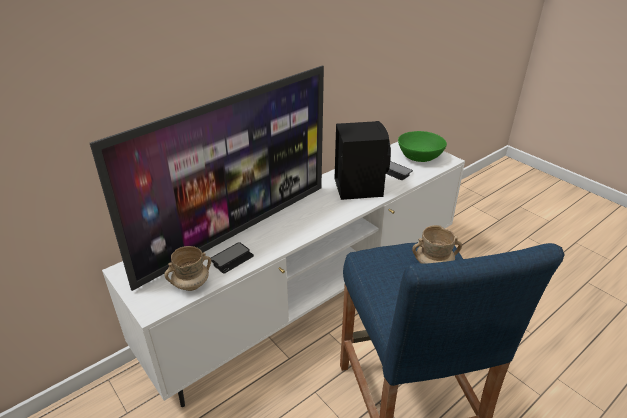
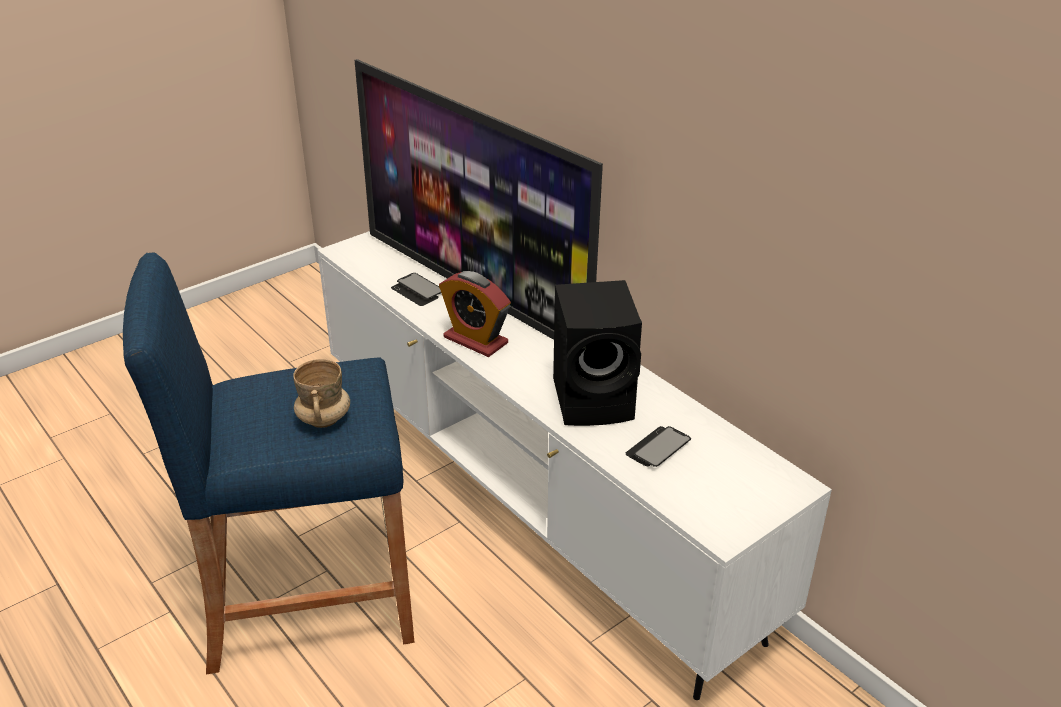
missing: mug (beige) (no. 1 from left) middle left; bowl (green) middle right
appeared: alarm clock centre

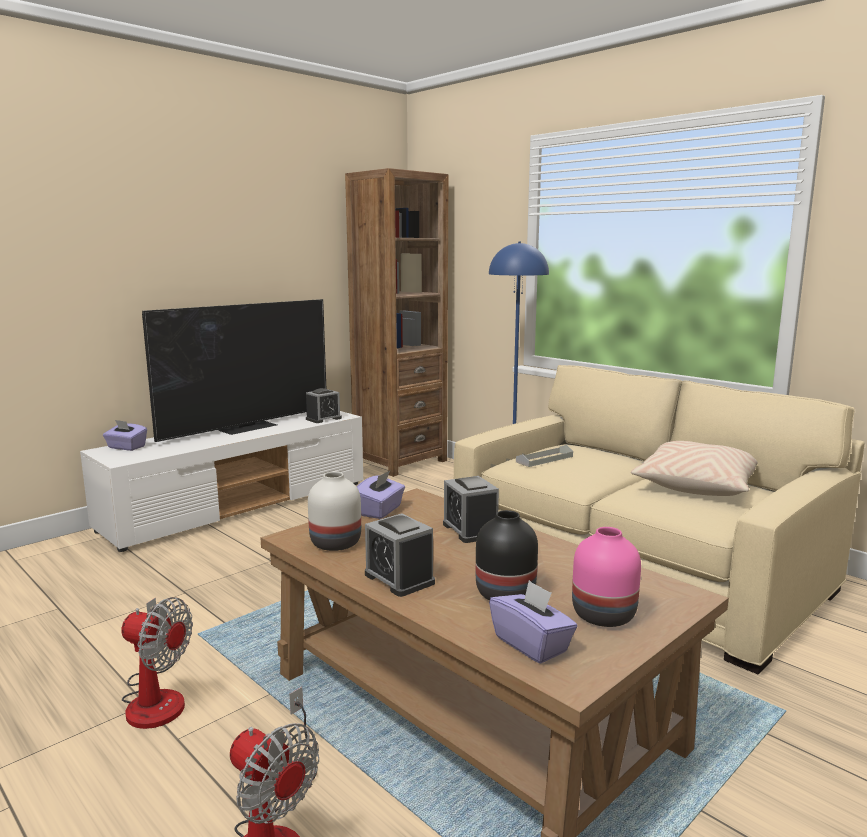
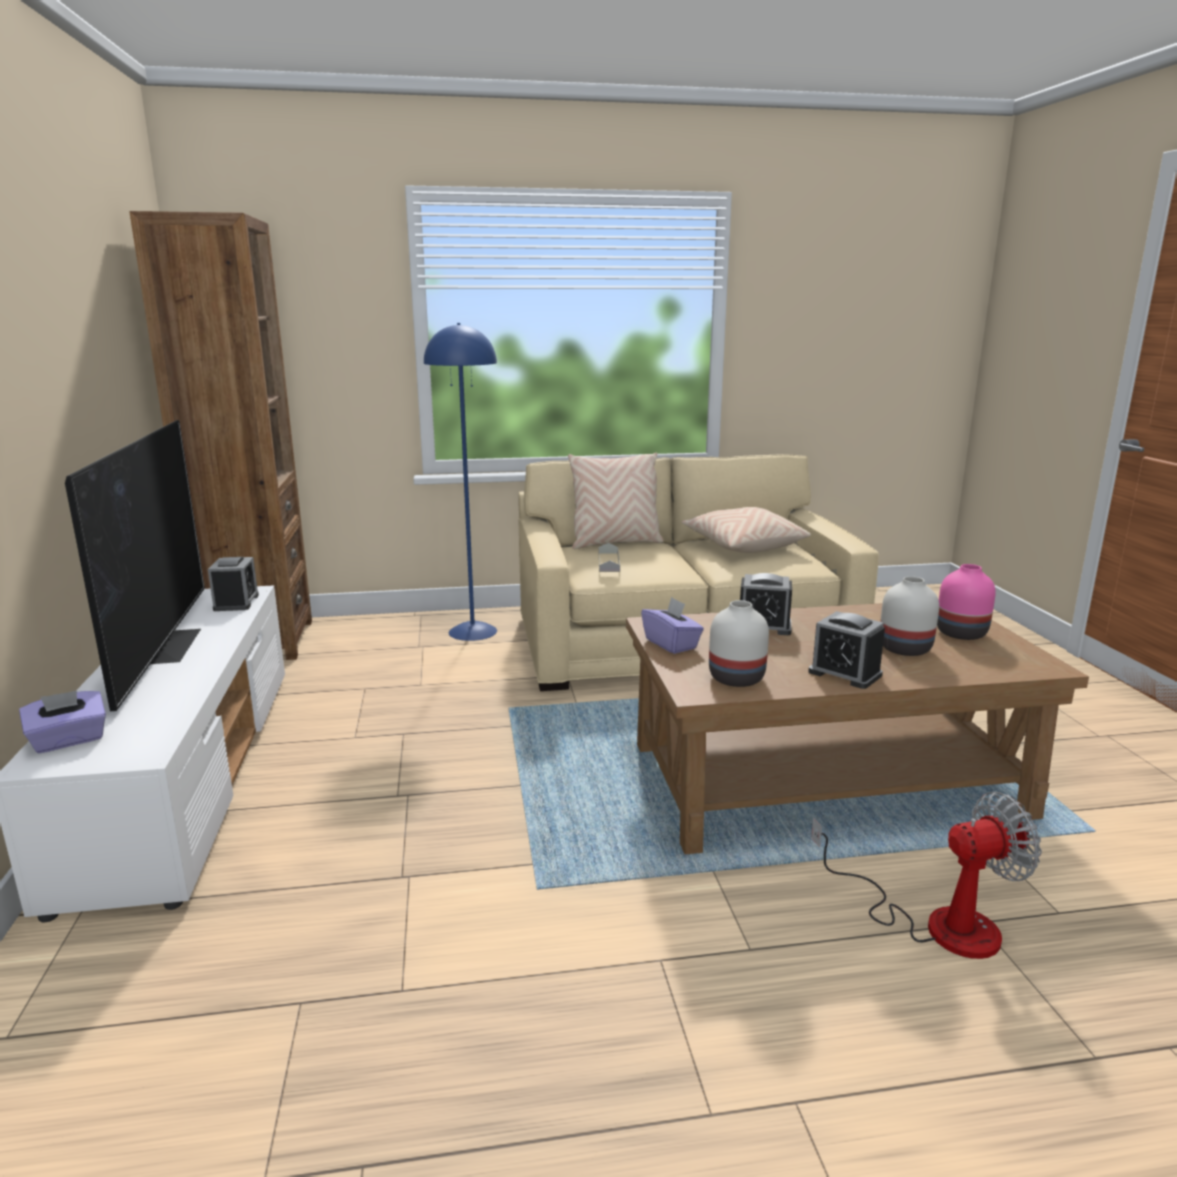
missing: fan (no. 1 from left) bottom left; tissue box (purple) (no. 3 from left) bottom centre
appeared: pillow (beige) (no. 1 from left) centre
colour: vase (black) centre to vase (white) (no. 2 from left) middle right
spun: alarm clock (no. 2 from left in the first image) centre = middle right 45 degrees clockwise

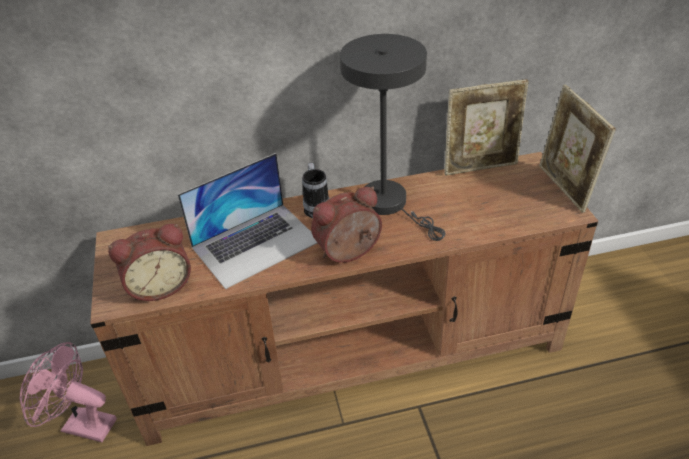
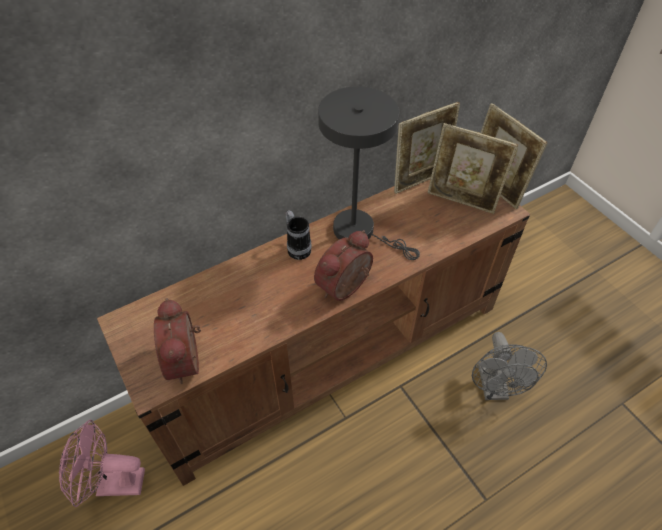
missing: laptop centre
appeared: picture frame (no. 2 from left) top right; fan (grey) bottom right
spun: alarm clock (no. 1 from left) middle left = middle left 120 degrees clockwise

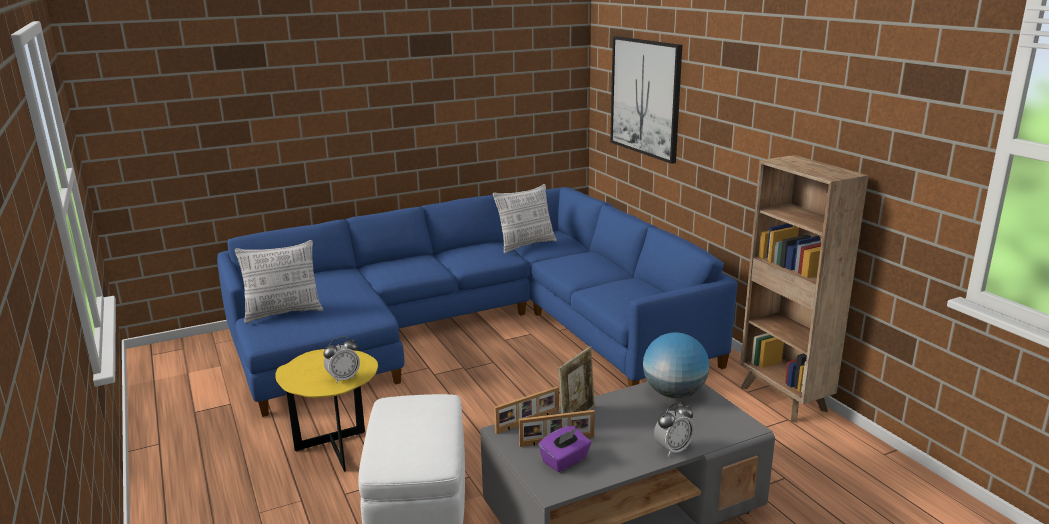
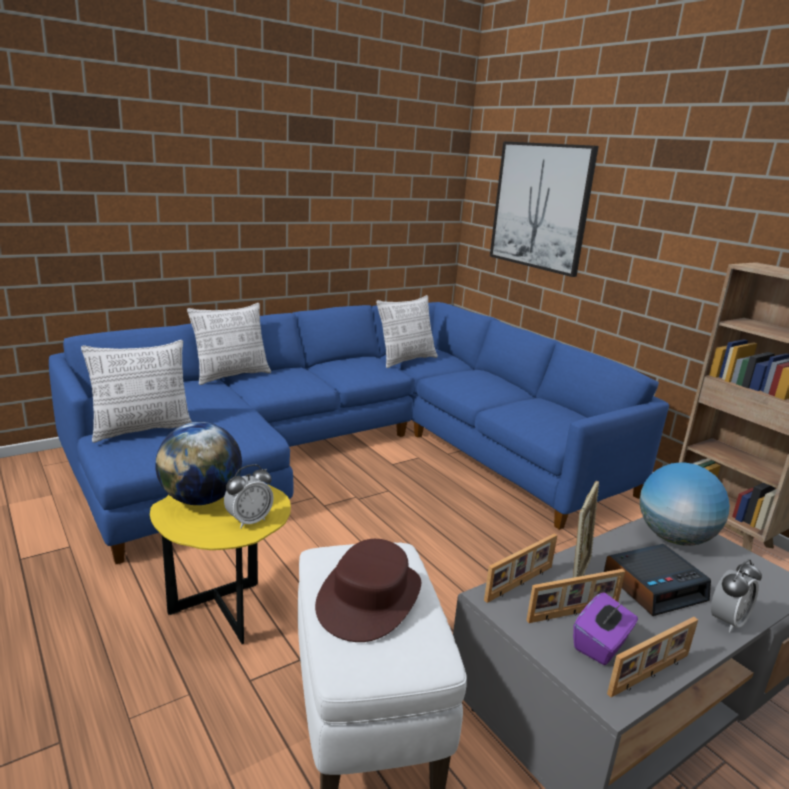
appeared: globe (no. 1 from left) middle left; pillow (no. 2 from left) middle left; hat (brown) bottom centre; alarm clock (no. 2 from left) bottom right; picture frame (no. 4 from left) bottom right

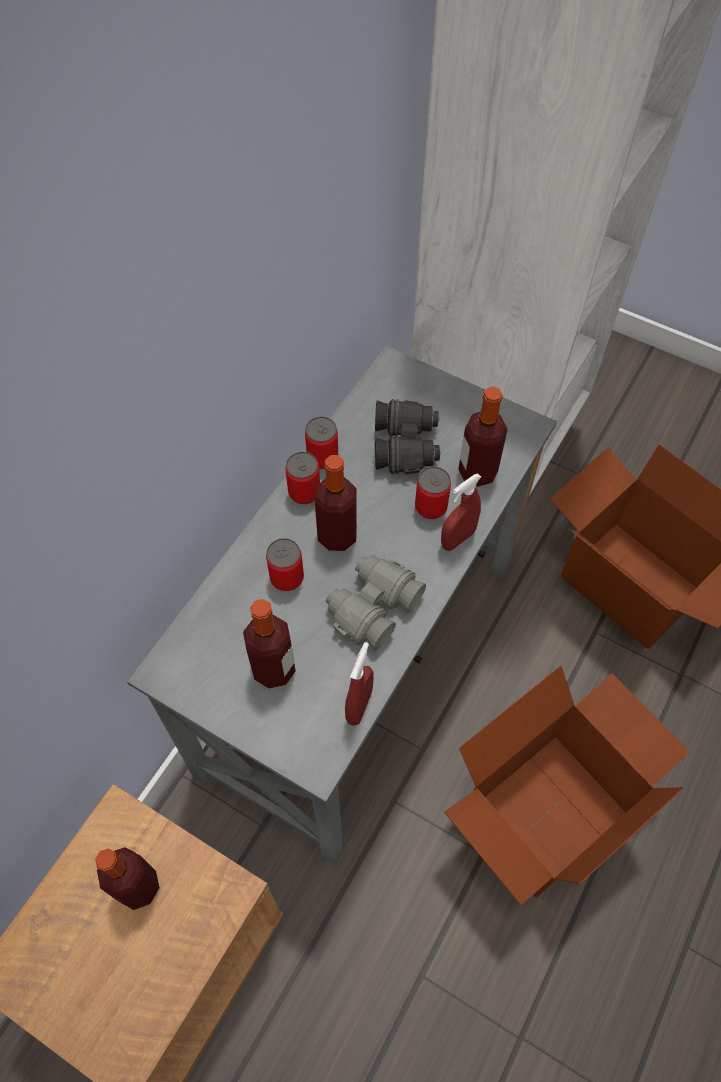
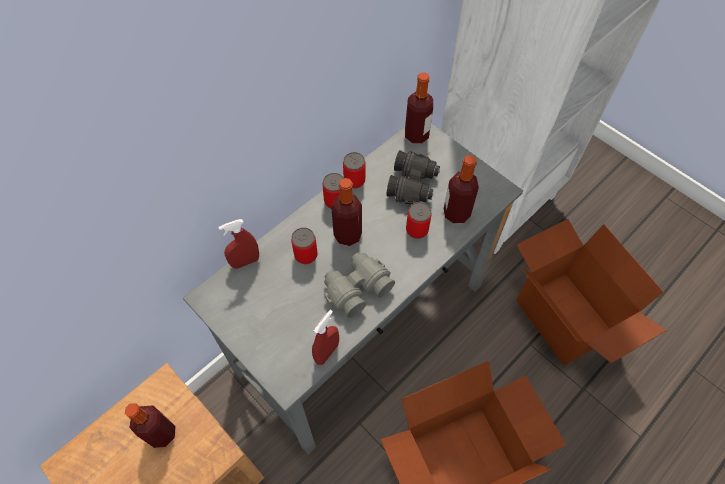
relocated: bottle (no. 2 from left in the first image) centre to bottle (no. 3 from left) top centre; spray bottle (red) (no. 2 from left in the first image) centre to spray bottle (red) (no. 1 from left) middle left

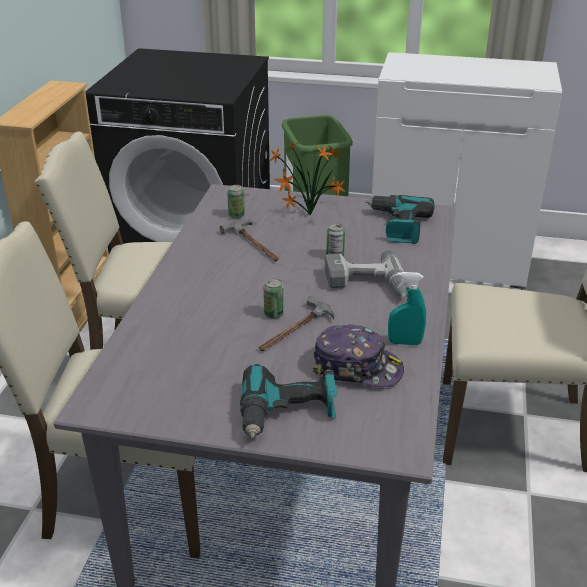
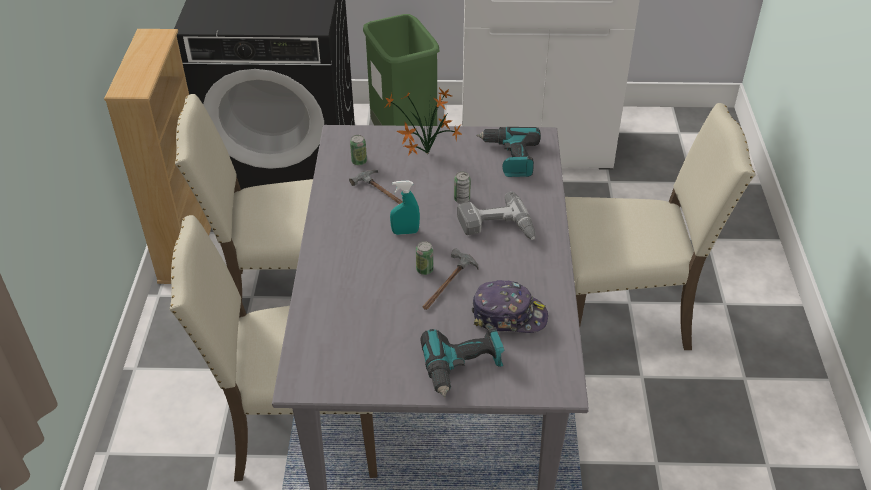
relocated: spray bottle (turquoise) middle right to centre

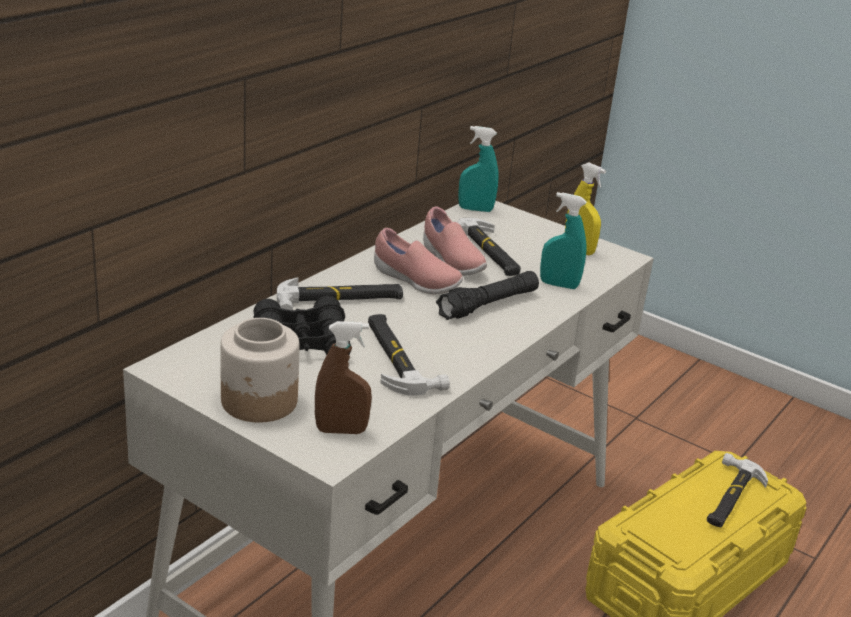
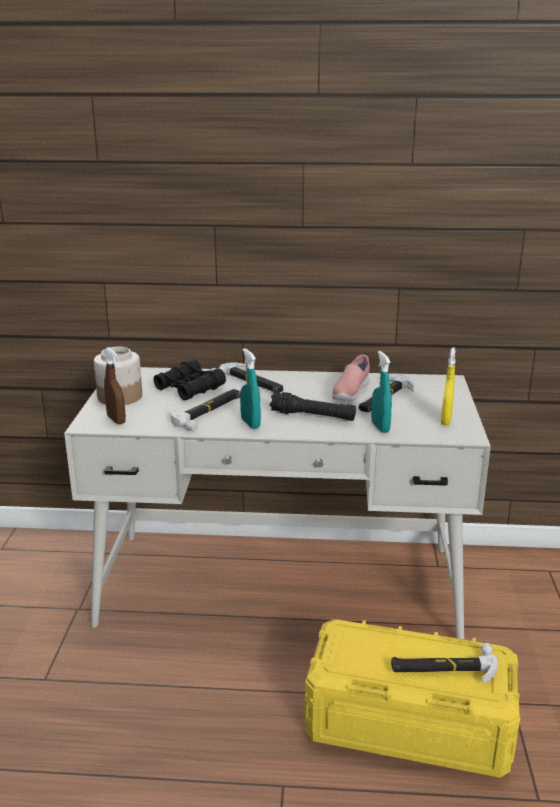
missing: shoe (pink) (no. 1 from left) centre
relocated: spray bottle (turquoise) (no. 1 from left) top centre to centre

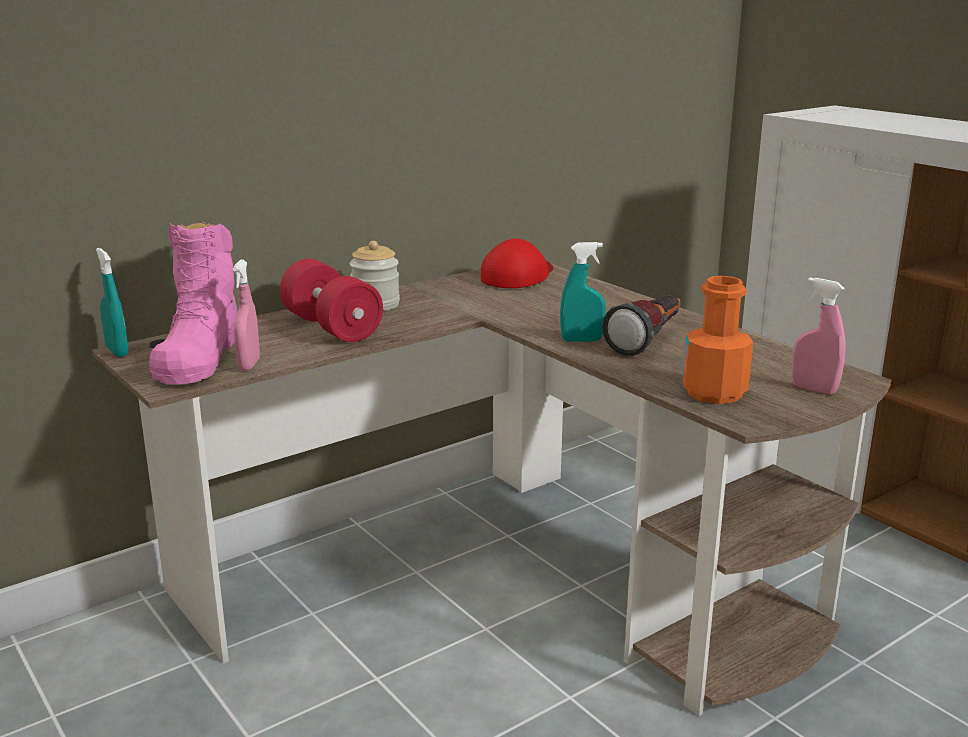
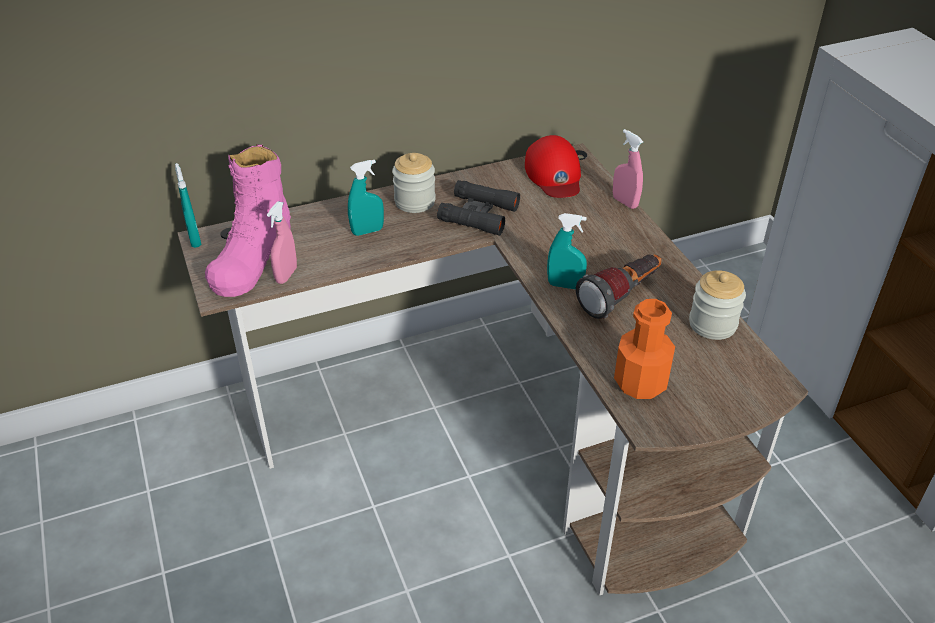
appeared: binoculars (black) centre; jar (no. 2 from left) middle right
relocated: spray bottle (pink) (no. 2 from left) middle right to top right
exchanged: dumbbell (red) centre to spray bottle (turquoise) (no. 2 from left) top centre
spun: cap (red) centre = top centre 120 degrees clockwise

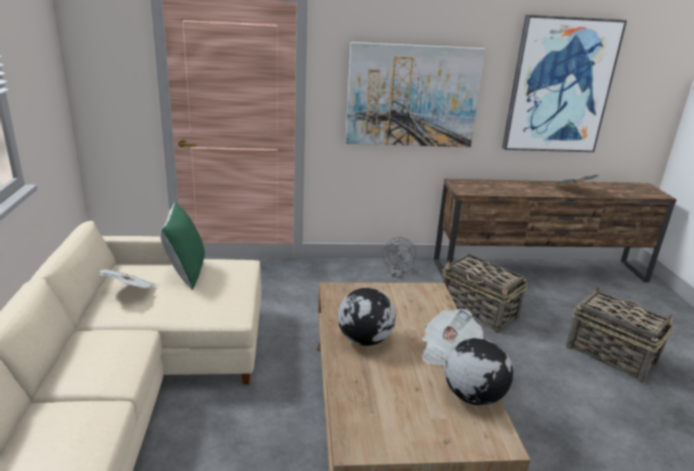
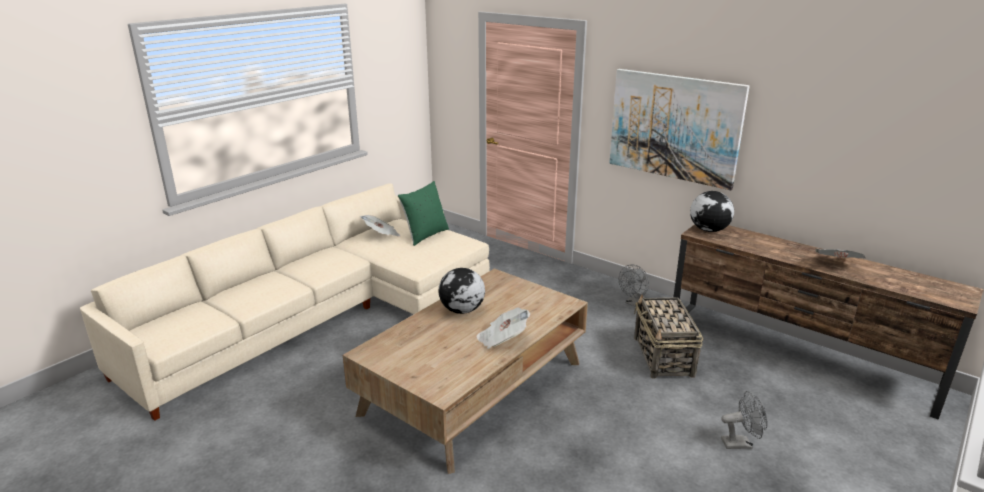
missing: picture (no. 2 from left) top right
relocated: globe (no. 2 from left) bottom right to middle right
exchanged: basket (no. 2 from left) bottom right to fan (grey) (no. 2 from left) bottom right

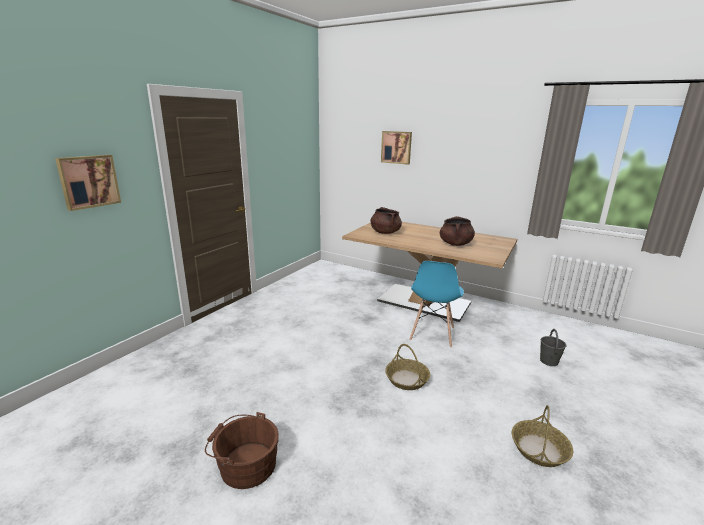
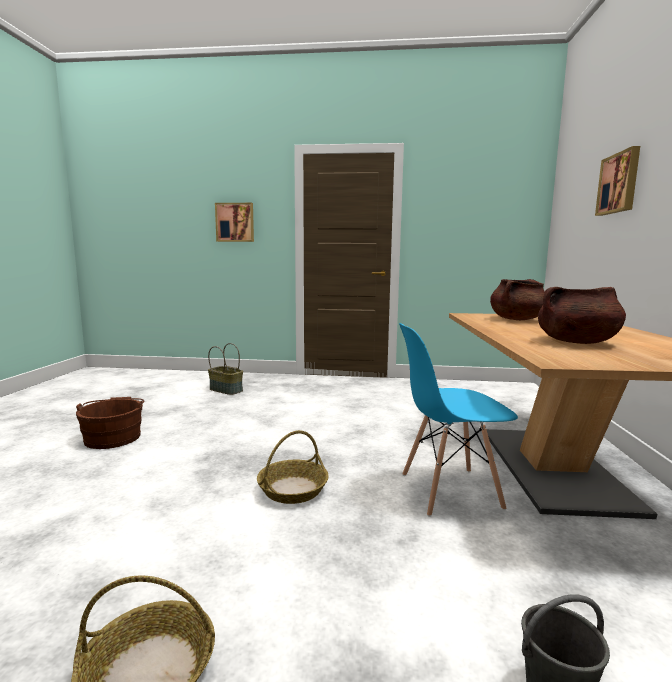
appeared: basket (no. 2 from left) centre

